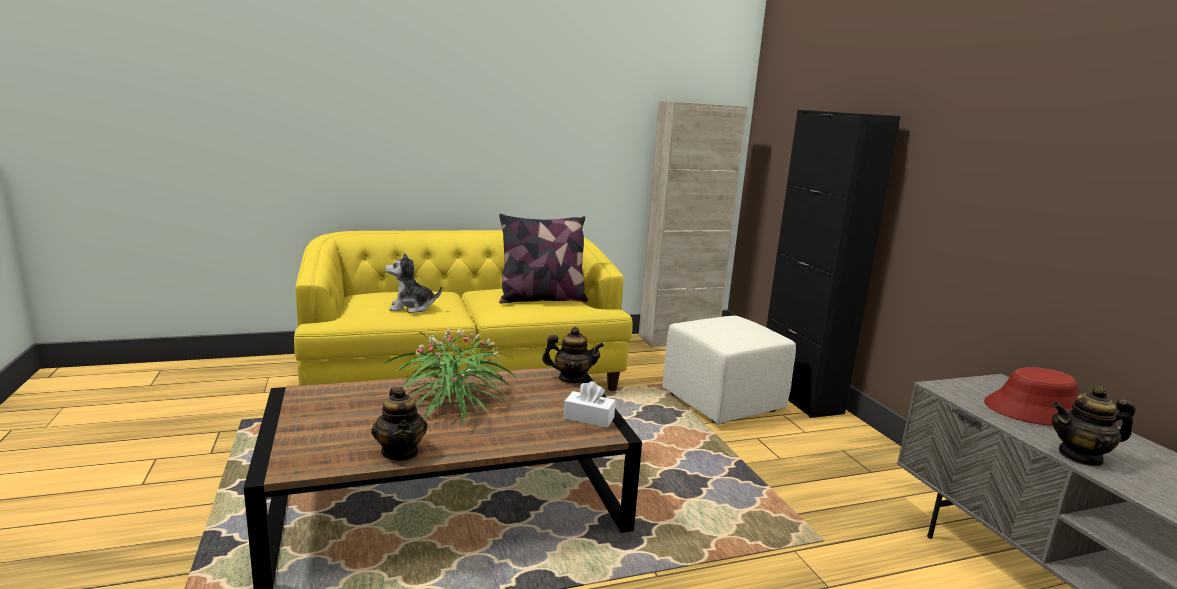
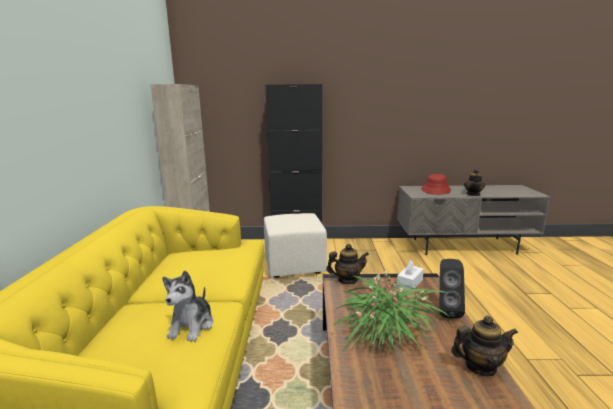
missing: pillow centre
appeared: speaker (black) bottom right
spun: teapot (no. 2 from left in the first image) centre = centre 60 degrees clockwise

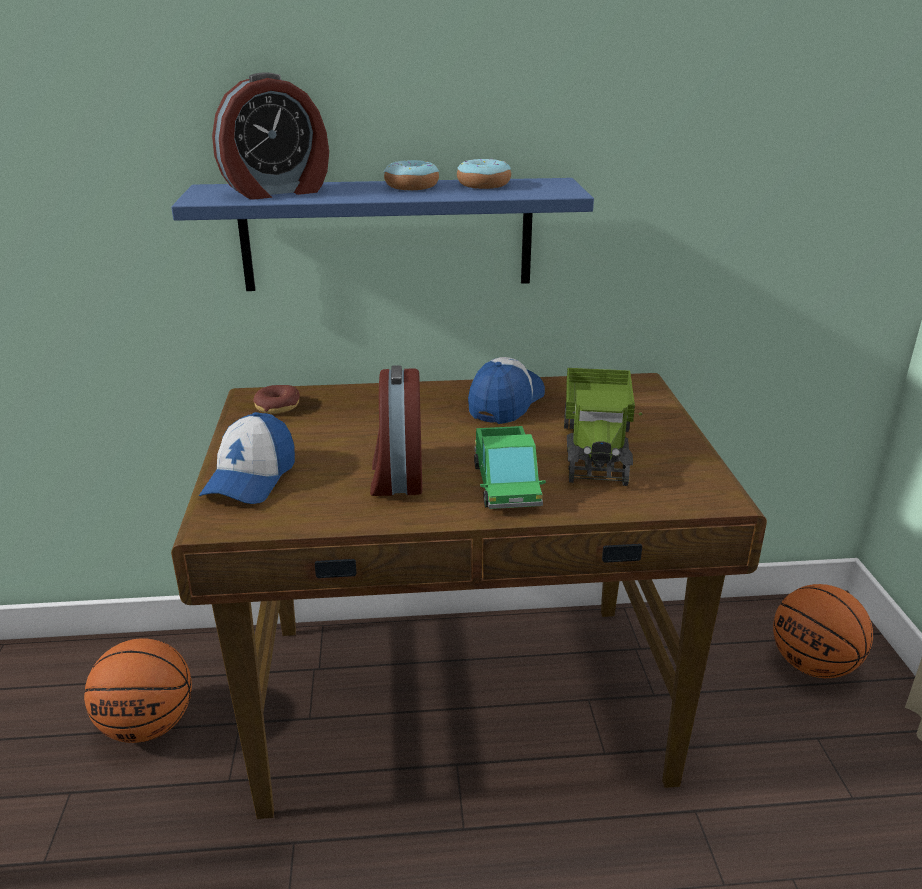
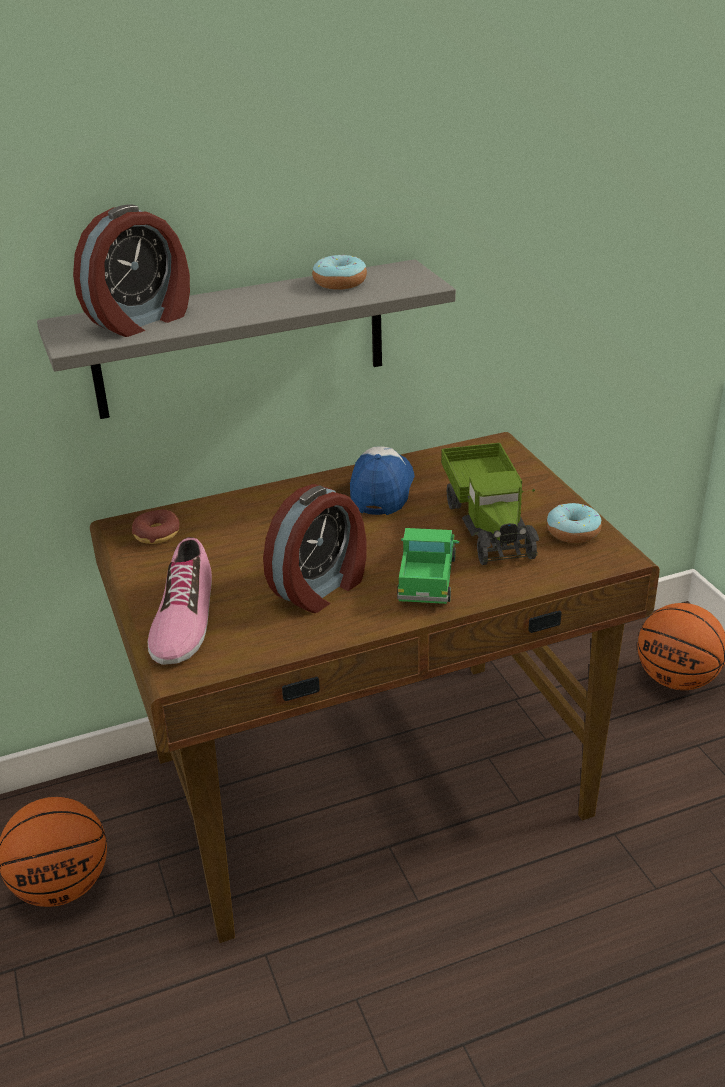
relocated: donut (no. 2 from left in the first image) top centre to donut (no. 3 from left) middle right
exchanged: cap (no. 1 from left) middle left to shoe middle left
colour: shelf (blue) top centre to shelf (grey) top centre
spun: alarm clock (no. 2 from left) centre = centre 120 degrees counterclockwise; toy truck (no. 1 from left) centre = centre 150 degrees counterclockwise

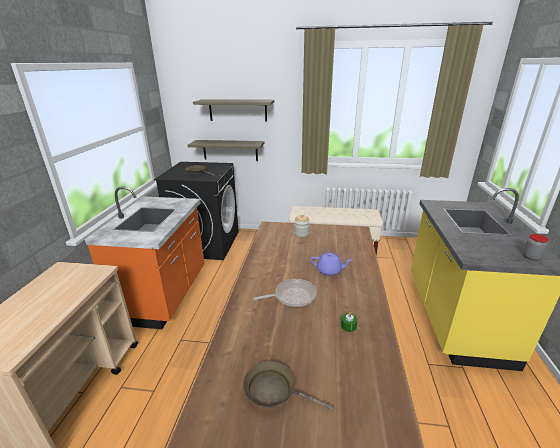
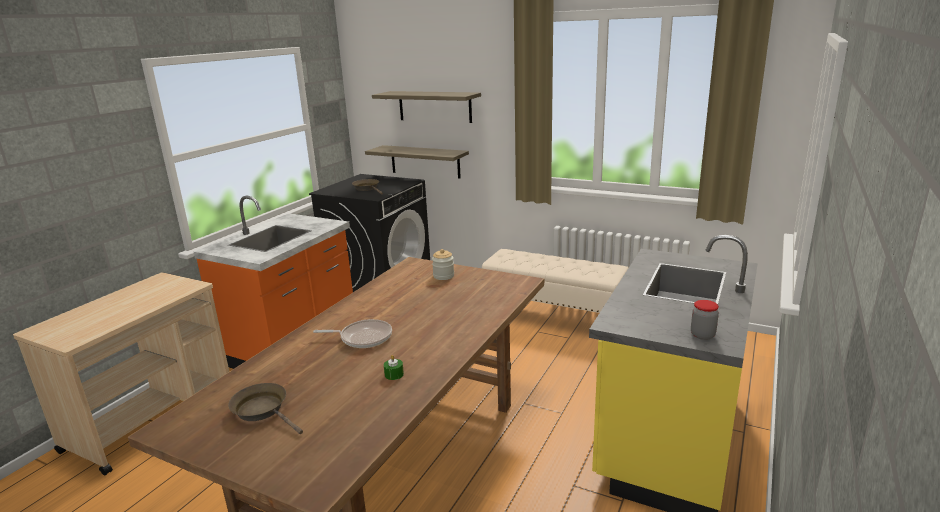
missing: teapot (purple) centre

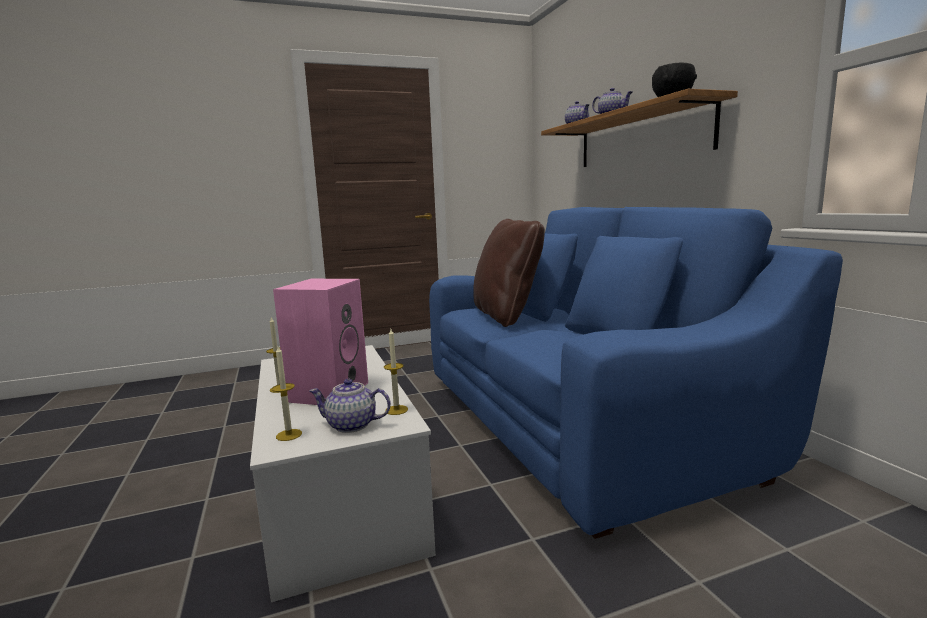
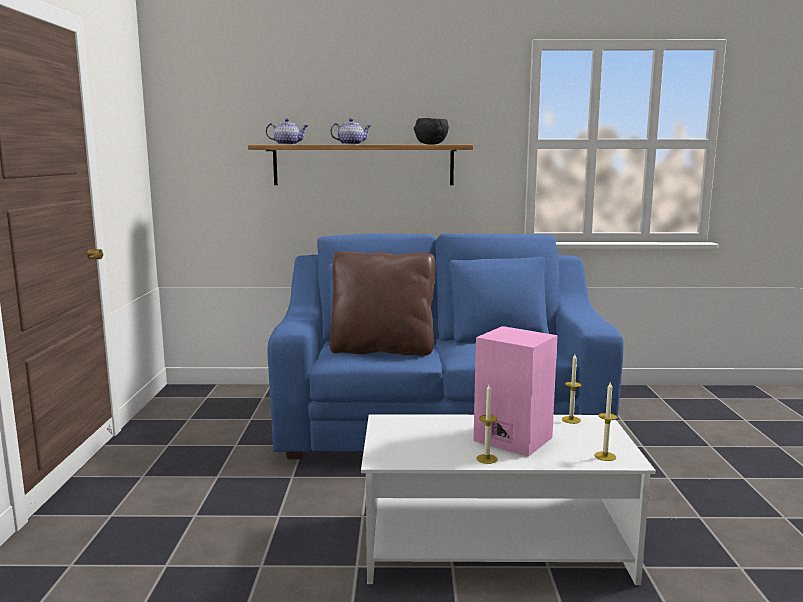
missing: teapot (no. 1 from left) centre

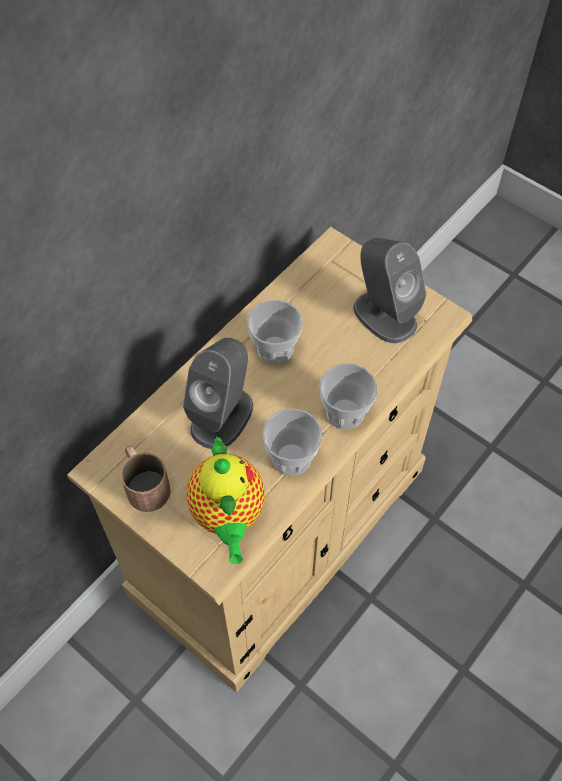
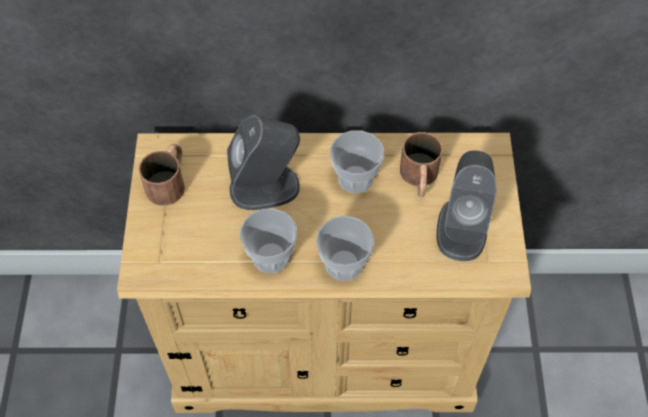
missing: teapot centre
appeared: mug (brown) (no. 2 from left) centre

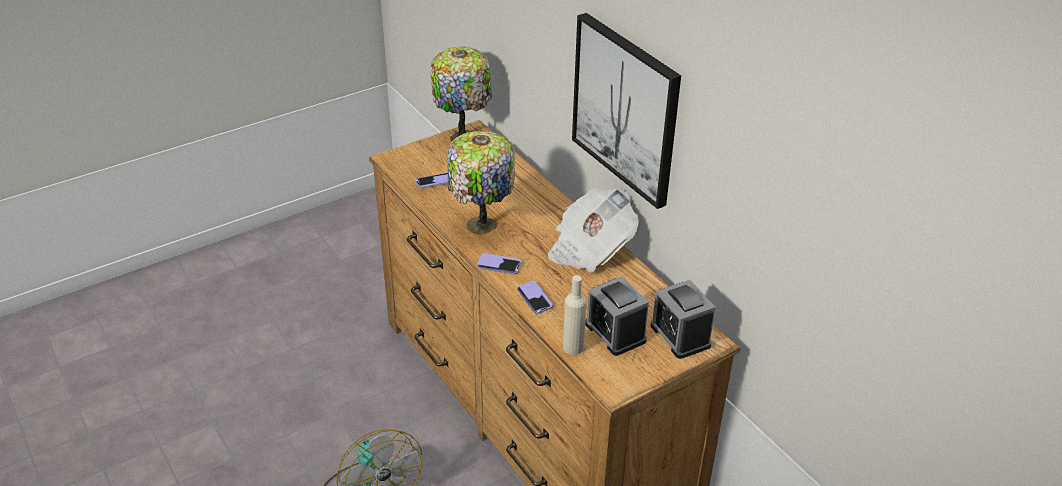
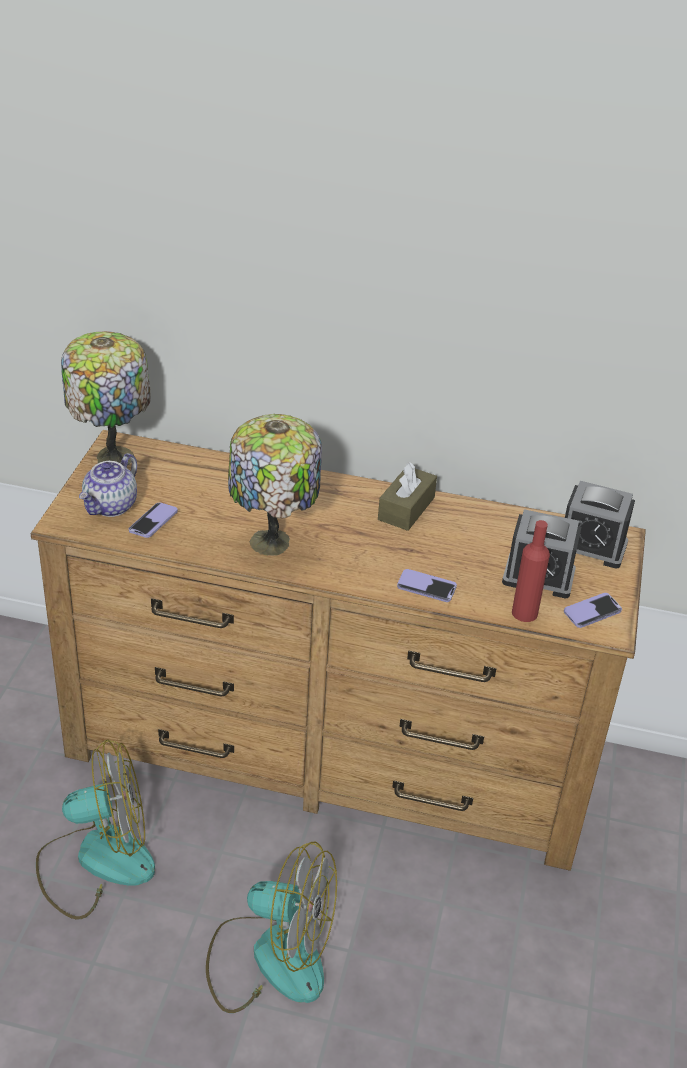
missing: picture top centre
appeared: fan (no. 1 from left) bottom left; teapot middle left
relocated: phone (no. 2 from left in the first image) centre to phone (no. 3 from left) middle right
exchanged: newspaper centre to tissue box (brown) centre
colour: bottle (beige) centre to bottle (red) middle right

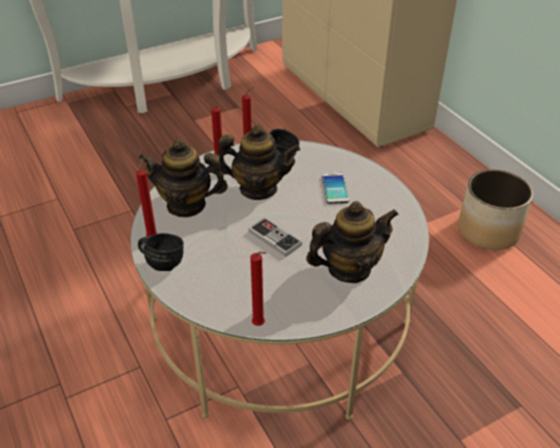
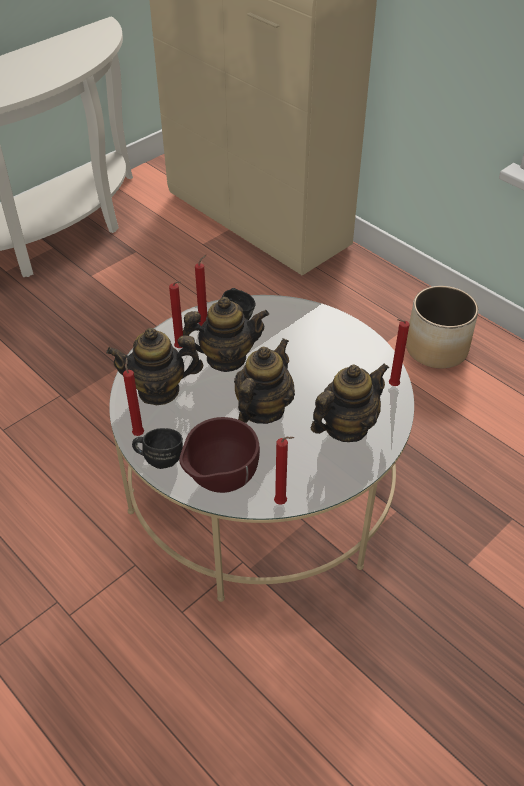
missing: phone centre
appeared: bowl (brown) centre; candle (red) (no. 5 from left) middle right
exchanged: game controller centre to teapot (no. 3 from left) centre

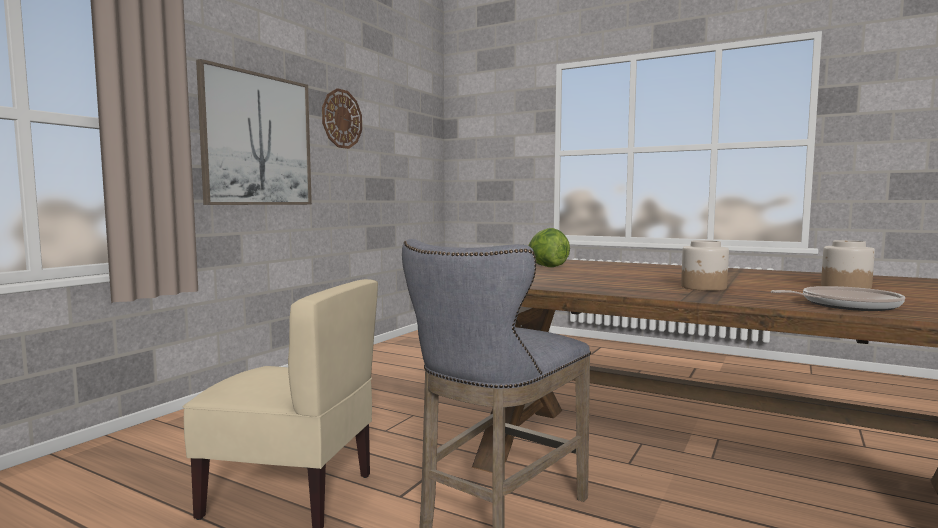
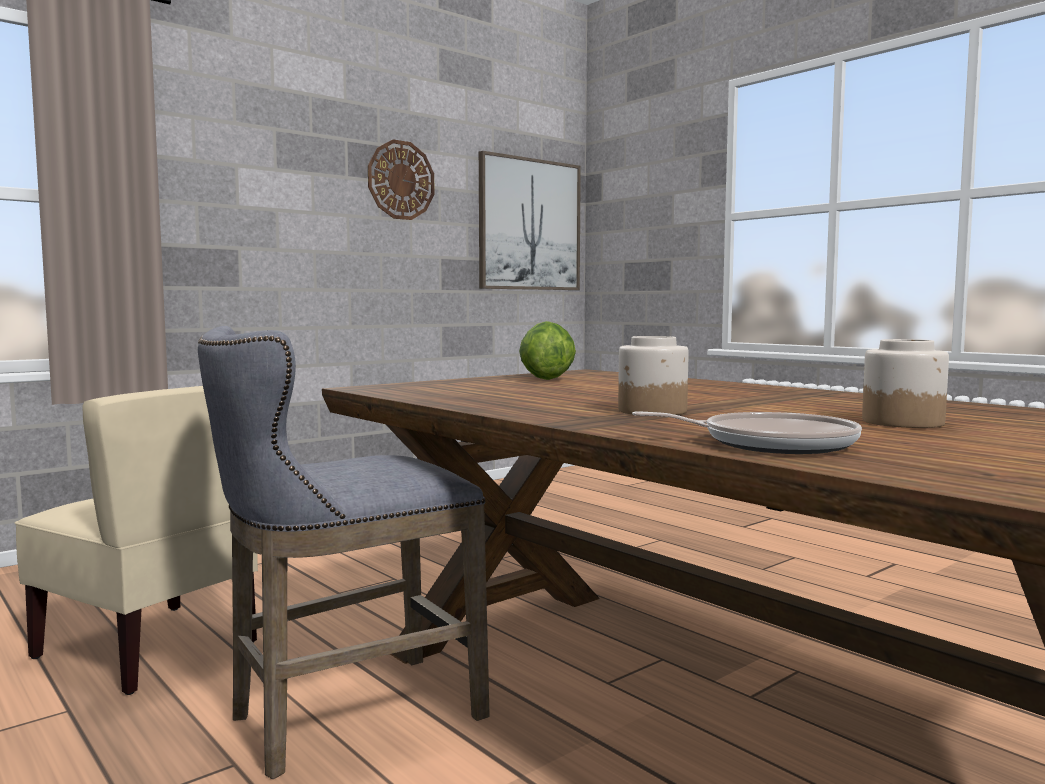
relocated: picture top left to top centre

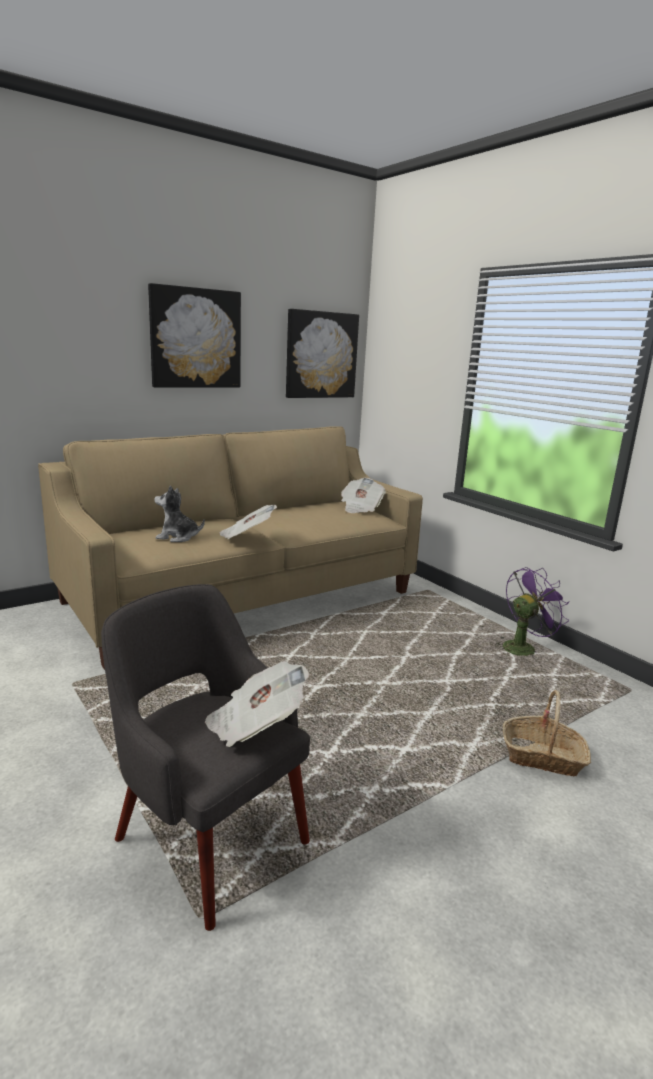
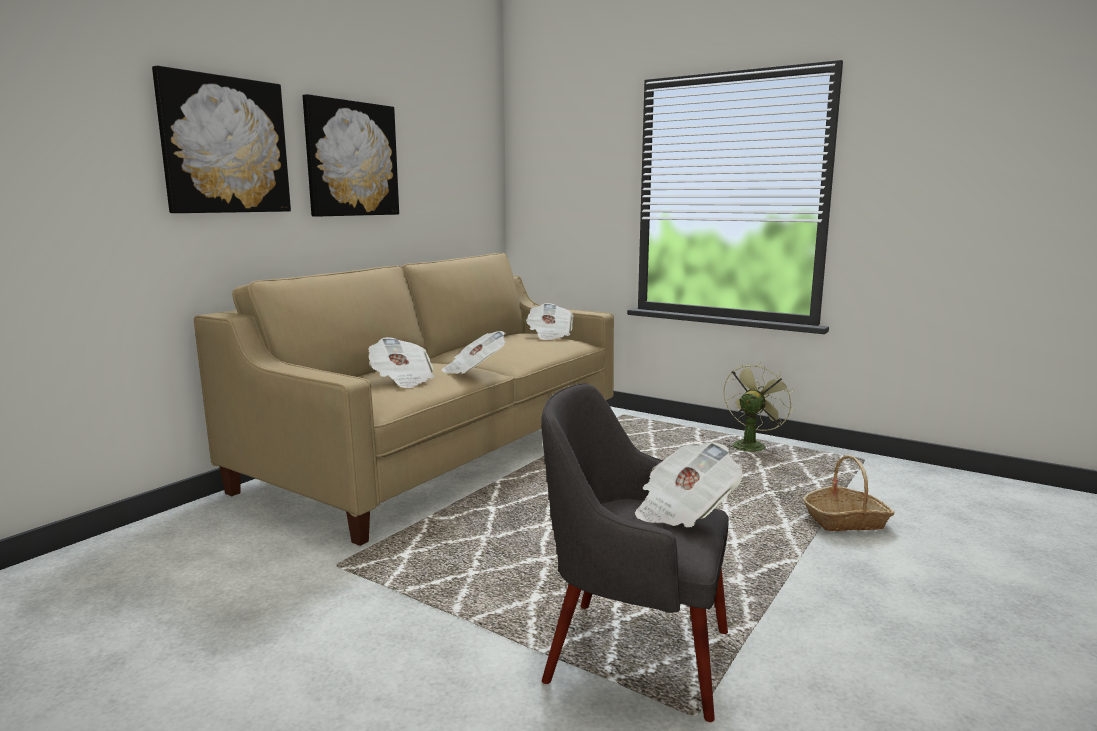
relocated: picture (no. 2 from left in the first image) top centre to picture (no. 1 from left) top left
exchanged: plush toy middle left to newspaper (no. 1 from left) centre
colour: fan (purple) middle right to fan (green) middle right

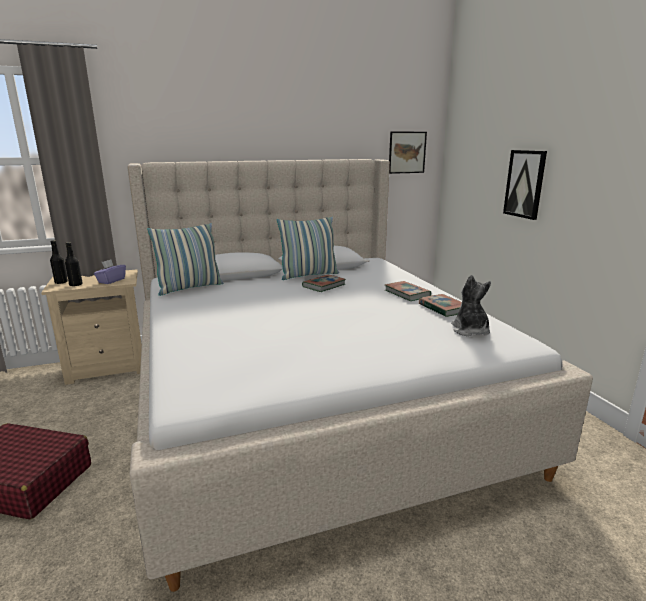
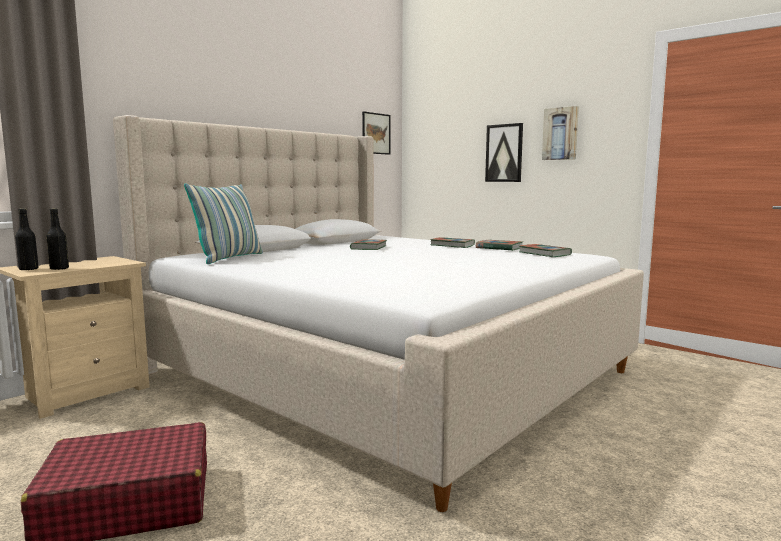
missing: tissue box (purple) middle left; pillow (no. 2 from left) centre
appeared: picture (no. 3 from left) top right
exchanged: plush toy middle right to book (no. 4 from left) middle right

